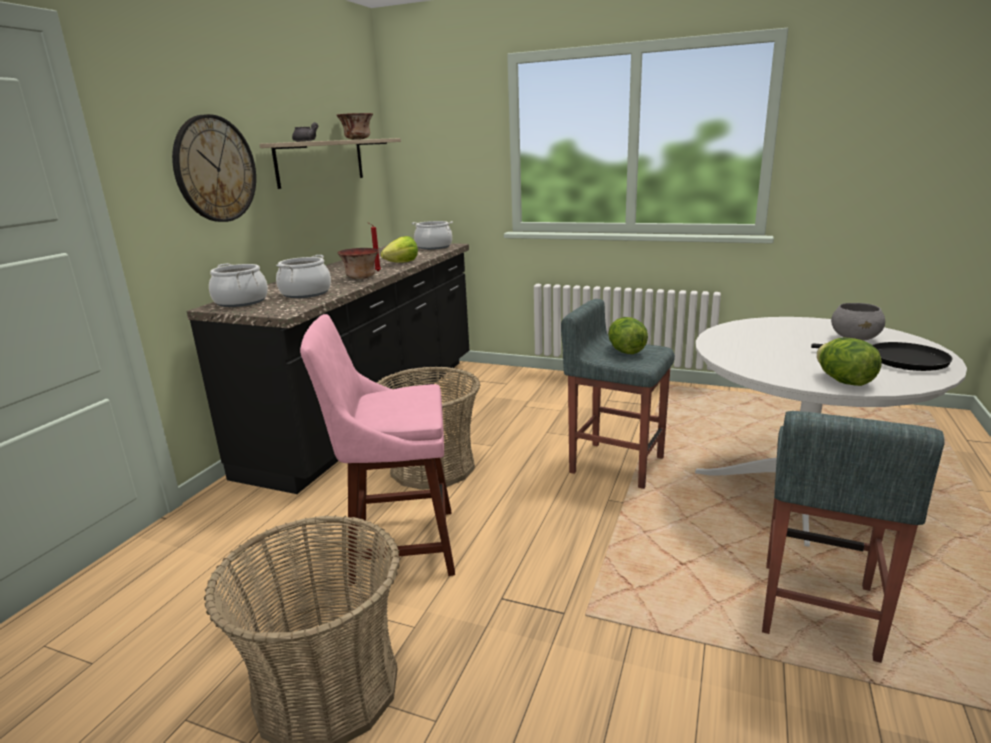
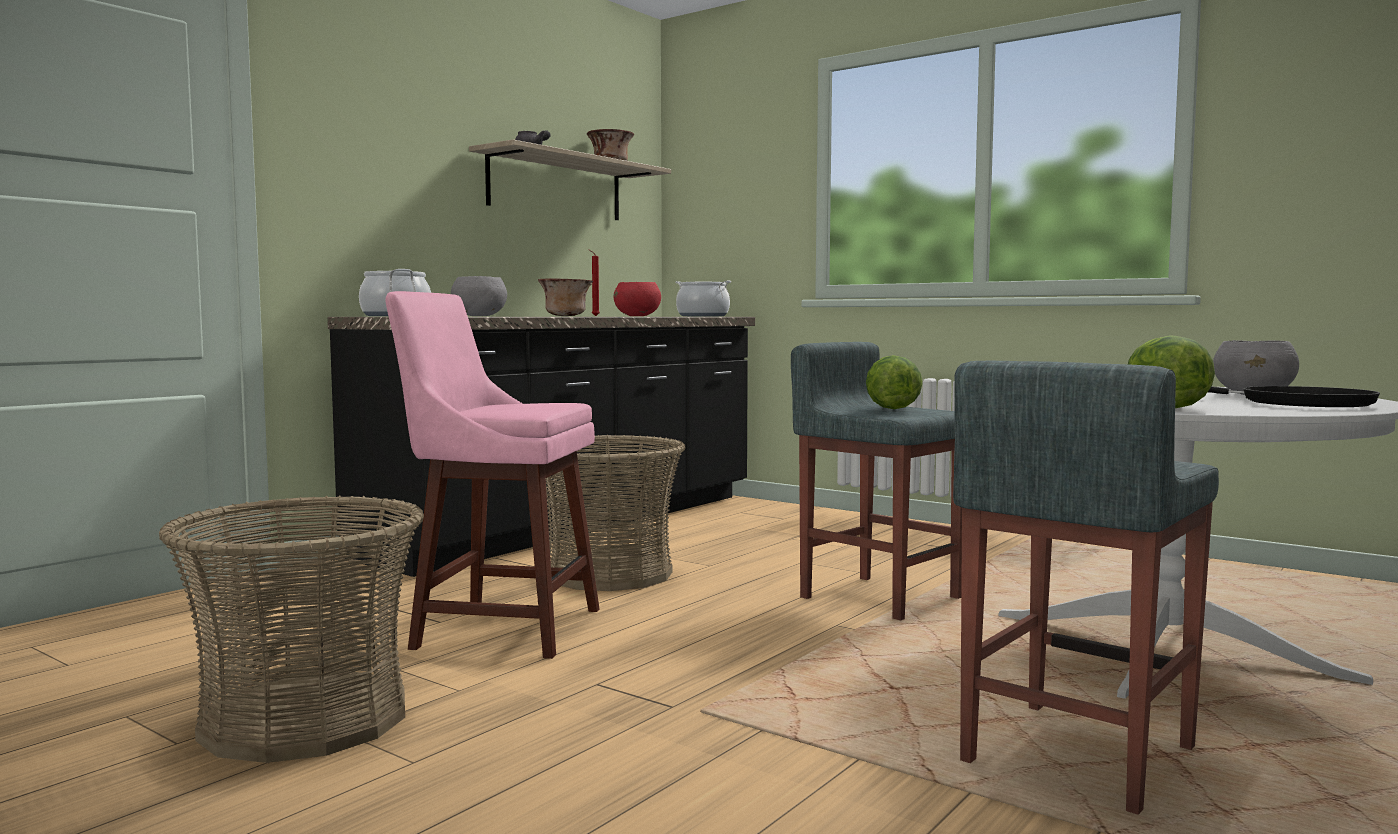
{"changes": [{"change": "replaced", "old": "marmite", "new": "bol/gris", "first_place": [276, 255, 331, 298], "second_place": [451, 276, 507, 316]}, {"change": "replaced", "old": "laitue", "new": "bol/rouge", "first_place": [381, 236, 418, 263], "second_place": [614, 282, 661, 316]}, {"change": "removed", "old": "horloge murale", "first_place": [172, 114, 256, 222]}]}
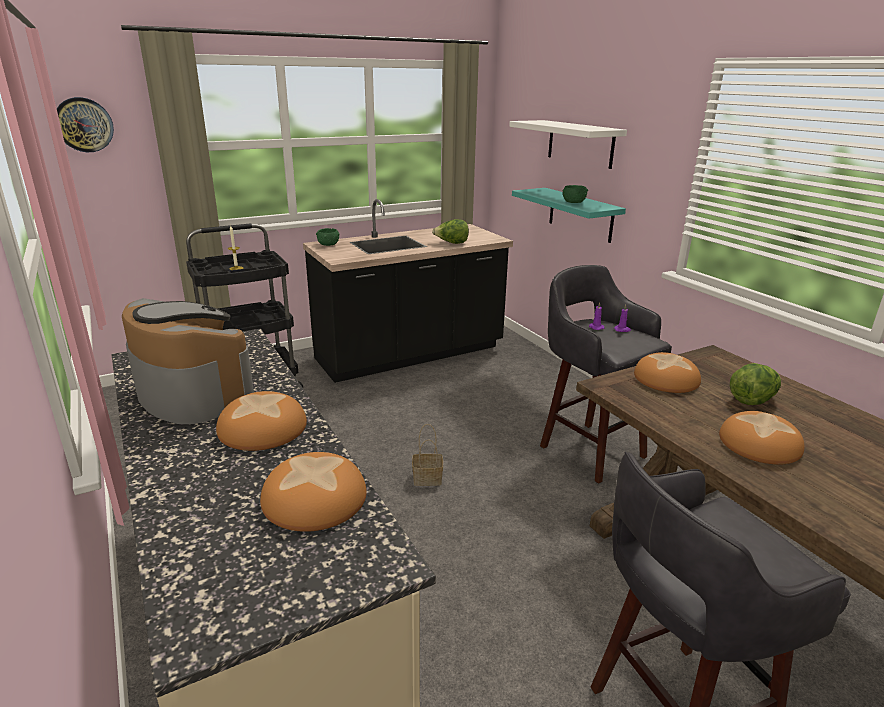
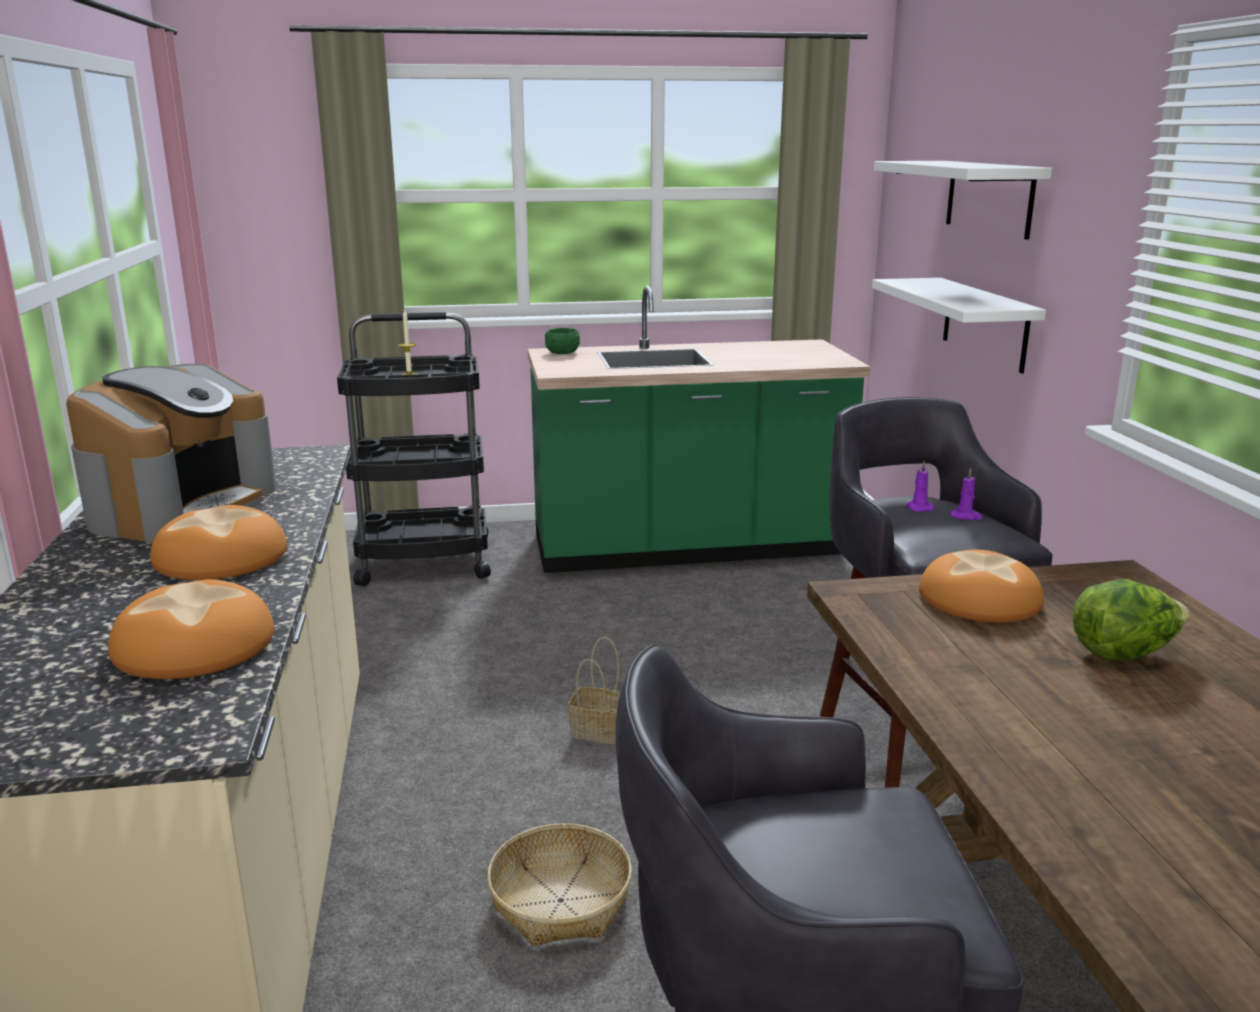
{"changes": [{"change": "turned", "old": "machine à café", "first_place": [122, 298, 254, 424], "second_place": [66, 364, 277, 543], "degrees": 45}, {"change": "added", "new": "panier", "second_place": [487, 823, 632, 946]}, {"change": "recoloured", "old": "comptoir de cuisine/noir", "new": "comptoir de cuisine/vert", "first_place": [303, 199, 513, 383], "second_place": [528, 286, 870, 573]}, {"change": "recoloured", "old": "étagère/turquoise", "new": "étagère/blanc", "first_place": [512, 188, 626, 243], "second_place": [872, 278, 1046, 373]}, {"change": "removed", "old": "horloge murale", "first_place": [57, 97, 114, 152]}, {"change": "removed", "old": "laitue", "first_place": [432, 219, 469, 244]}, {"change": "removed", "old": "bol/vert", "first_place": [563, 185, 588, 203]}, {"change": "removed", "old": "pain", "first_place": [719, 411, 804, 465]}]}
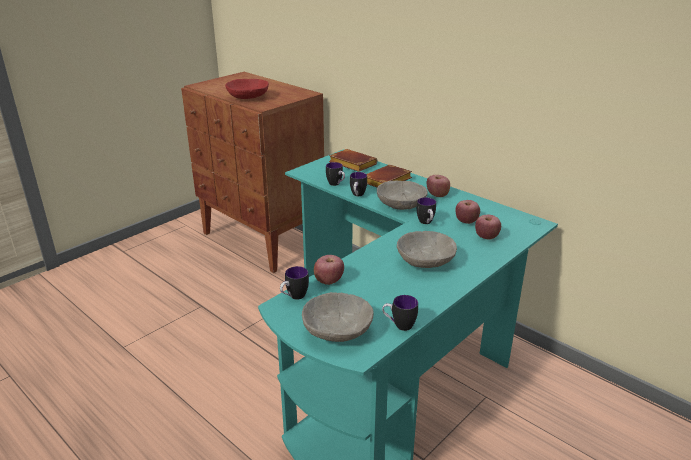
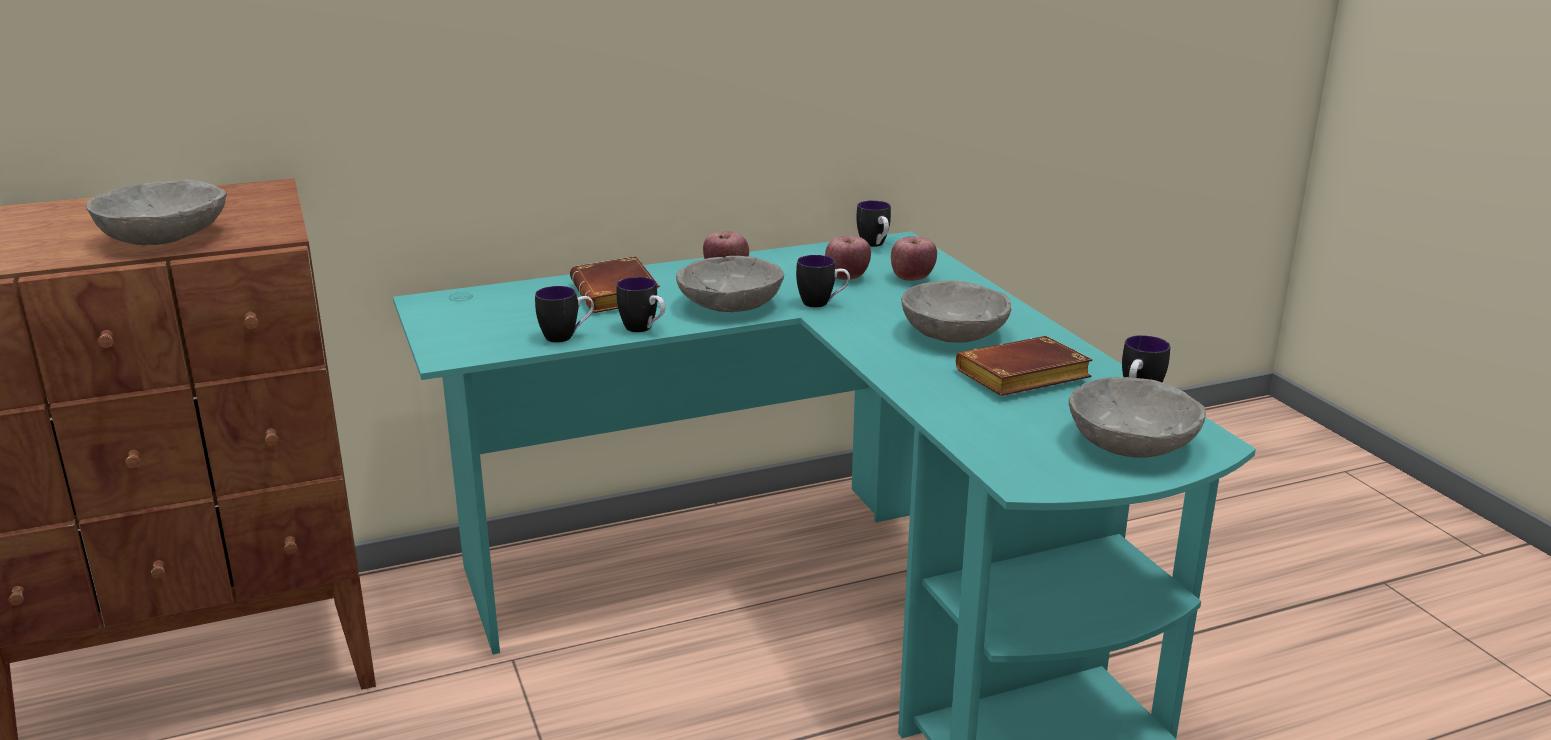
{"changes": [{"change": "recoloured", "old": "bol/rouge", "new": "bol/gris", "first_place": [225, 79, 269, 99], "second_place": [86, 180, 227, 245]}, {"change": "moved", "old": "mug", "first_place": [280, 266, 309, 300], "second_place": [856, 200, 891, 247]}, {"change": "moved", "old": "livre/marron", "first_place": [329, 149, 377, 172], "second_place": [956, 336, 1093, 396]}, {"change": "removed", "old": "pomme", "first_place": [314, 255, 344, 285]}]}
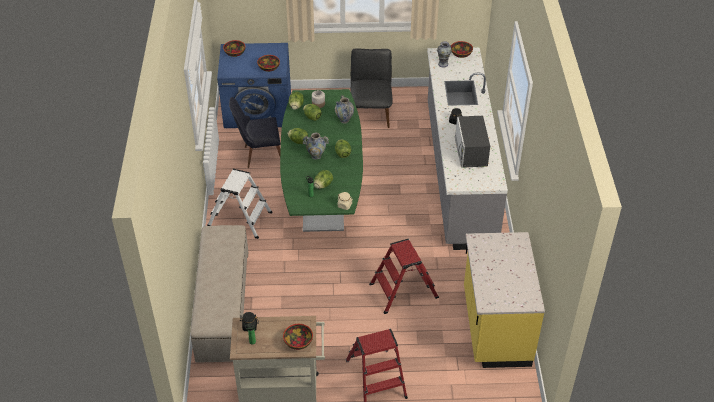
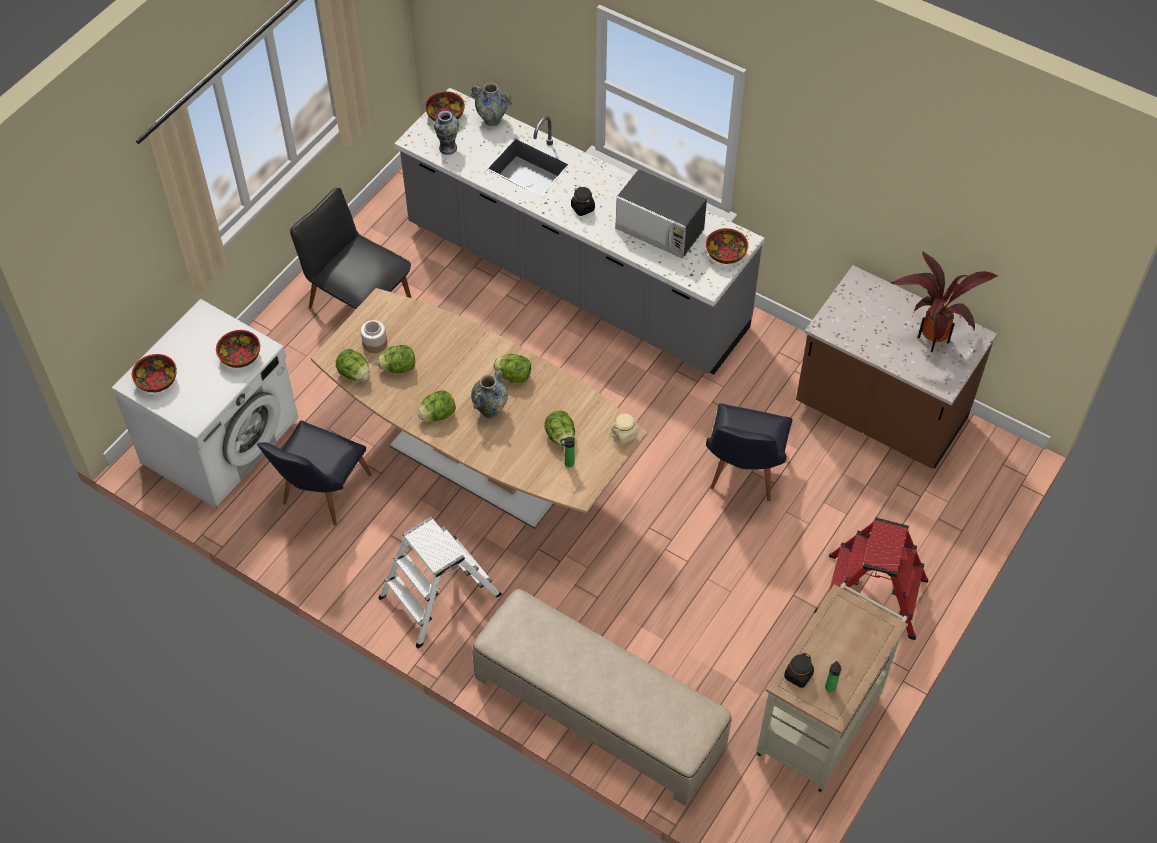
{"changes": [{"change": "recoloured", "old": "lave-linge/bleu", "new": "lave-linge/blanc", "first_place": [217, 43, 291, 128], "second_place": [112, 299, 298, 508]}, {"change": "recoloured", "old": "table à manger/vert", "new": "table à manger/marron", "first_place": [280, 89, 363, 232], "second_place": [311, 288, 647, 529]}, {"change": "moved", "old": "vase", "first_place": [335, 95, 354, 124], "second_place": [471, 82, 512, 126]}, {"change": "moved", "old": "bol", "first_place": [283, 324, 313, 350], "second_place": [706, 228, 748, 264]}, {"change": "replaced", "old": "escabeau/rouge", "new": "chaise/noir", "first_place": [369, 238, 439, 314], "second_place": [706, 403, 792, 501]}, {"change": "recoloured", "old": "comptoir de cuisine/jaune", "new": "comptoir de cuisine/marron", "first_place": [464, 232, 545, 368], "second_place": [796, 265, 997, 469]}, {"change": "added", "new": "plante en pot", "second_place": [890, 252, 999, 352]}]}
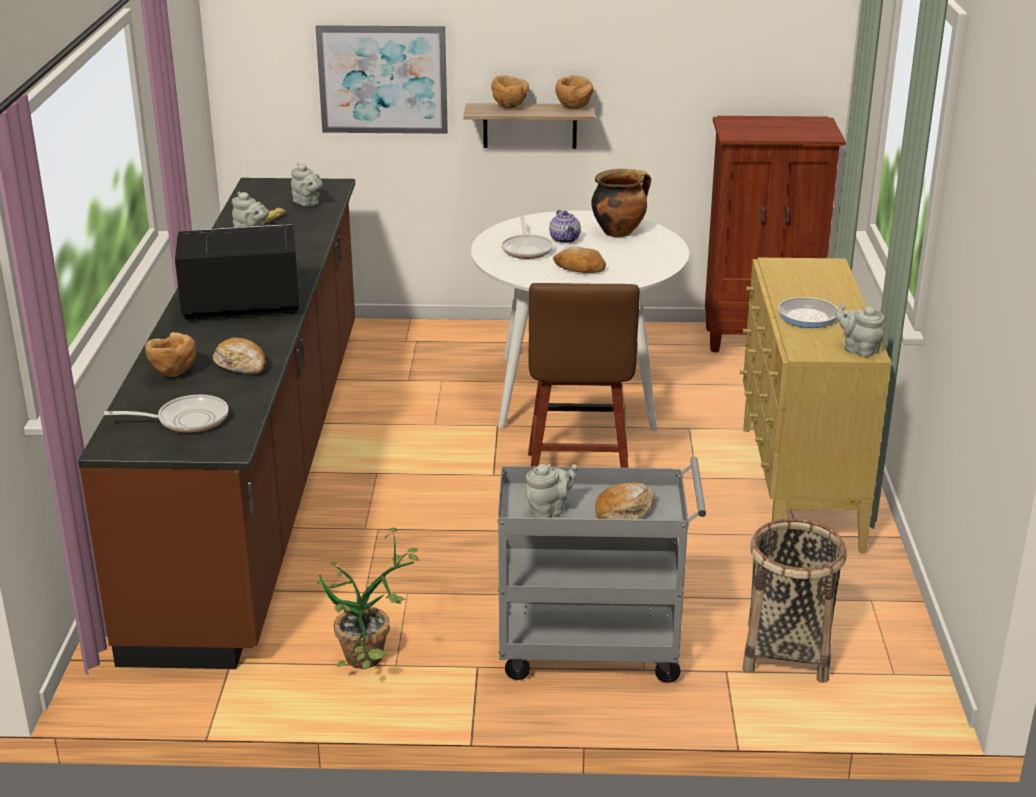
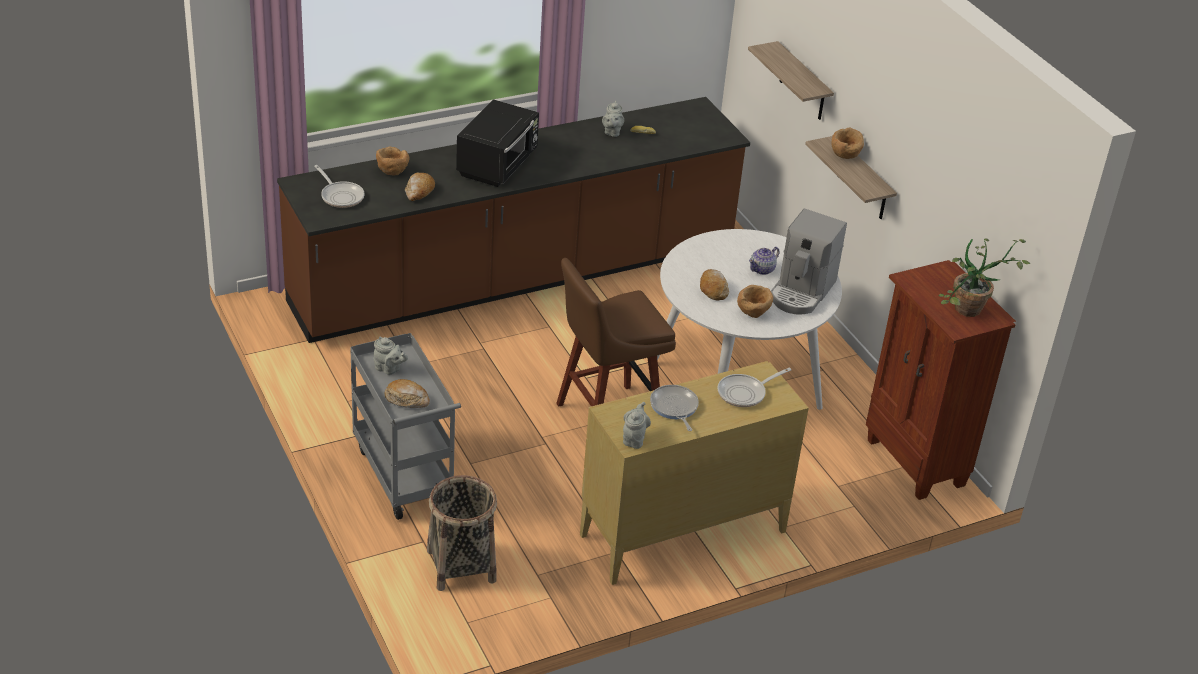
{"changes": [{"change": "turned", "old": "micro-ondes/noir", "first_place": [175, 225, 300, 321], "second_place": [456, 99, 539, 187], "degrees": 60}, {"change": "moved", "old": "poêle", "first_place": [502, 216, 553, 259], "second_place": [718, 368, 791, 407]}, {"change": "moved", "old": "bol/marron", "first_place": [556, 75, 594, 109], "second_place": [737, 285, 773, 318]}, {"change": "replaced", "old": "tableau", "new": "étagère", "first_place": [316, 25, 448, 134], "second_place": [748, 41, 834, 120]}, {"change": "replaced", "old": "marmite", "new": "machine à café", "first_place": [591, 169, 651, 237], "second_place": [771, 208, 847, 315]}, {"change": "moved", "old": "plante en pot", "first_place": [317, 528, 419, 669], "second_place": [938, 239, 1030, 317]}, {"change": "removed", "old": "théière/gris", "first_place": [291, 163, 323, 206]}]}
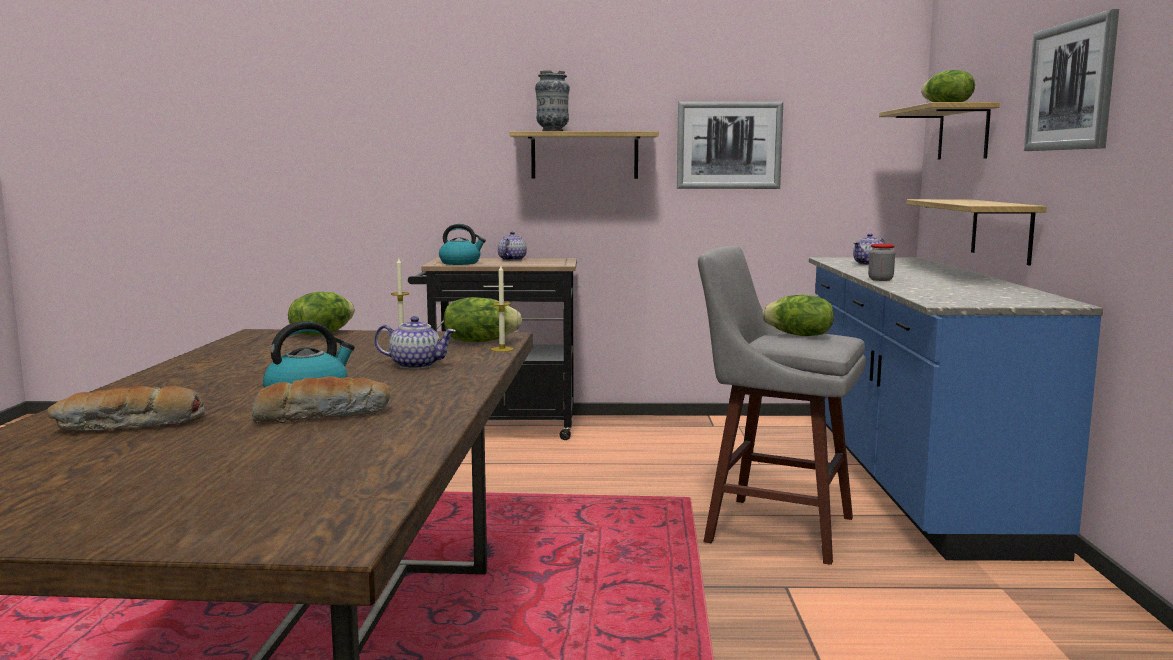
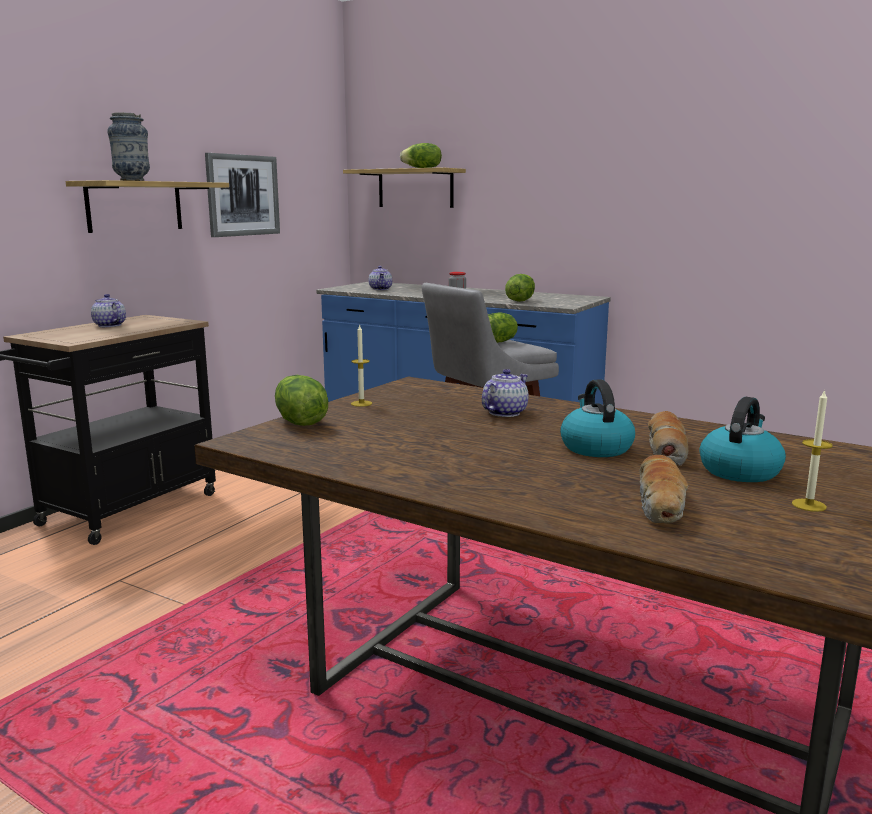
{"changes": [{"change": "moved", "old": "laitue", "first_place": [443, 297, 522, 342], "second_place": [505, 274, 535, 302]}, {"change": "moved", "old": "bouilloire", "first_place": [439, 224, 486, 265], "second_place": [700, 397, 786, 482]}, {"change": "moved", "old": "bougie", "first_place": [491, 266, 514, 352], "second_place": [792, 389, 833, 512]}, {"change": "removed", "old": "étagère", "first_place": [906, 199, 1047, 265]}, {"change": "removed", "old": "tableau", "first_place": [1024, 9, 1119, 151]}]}
